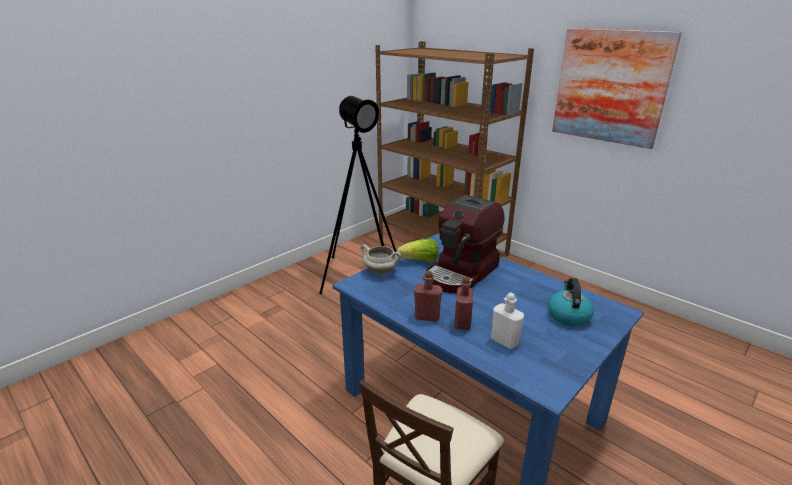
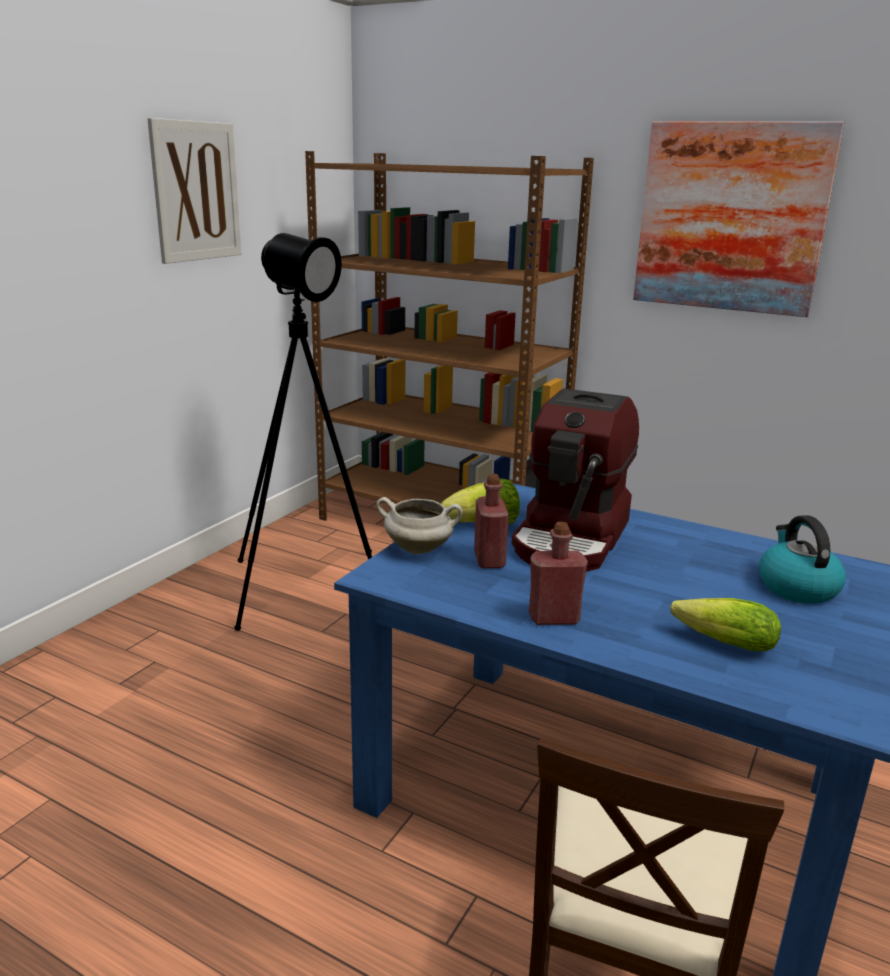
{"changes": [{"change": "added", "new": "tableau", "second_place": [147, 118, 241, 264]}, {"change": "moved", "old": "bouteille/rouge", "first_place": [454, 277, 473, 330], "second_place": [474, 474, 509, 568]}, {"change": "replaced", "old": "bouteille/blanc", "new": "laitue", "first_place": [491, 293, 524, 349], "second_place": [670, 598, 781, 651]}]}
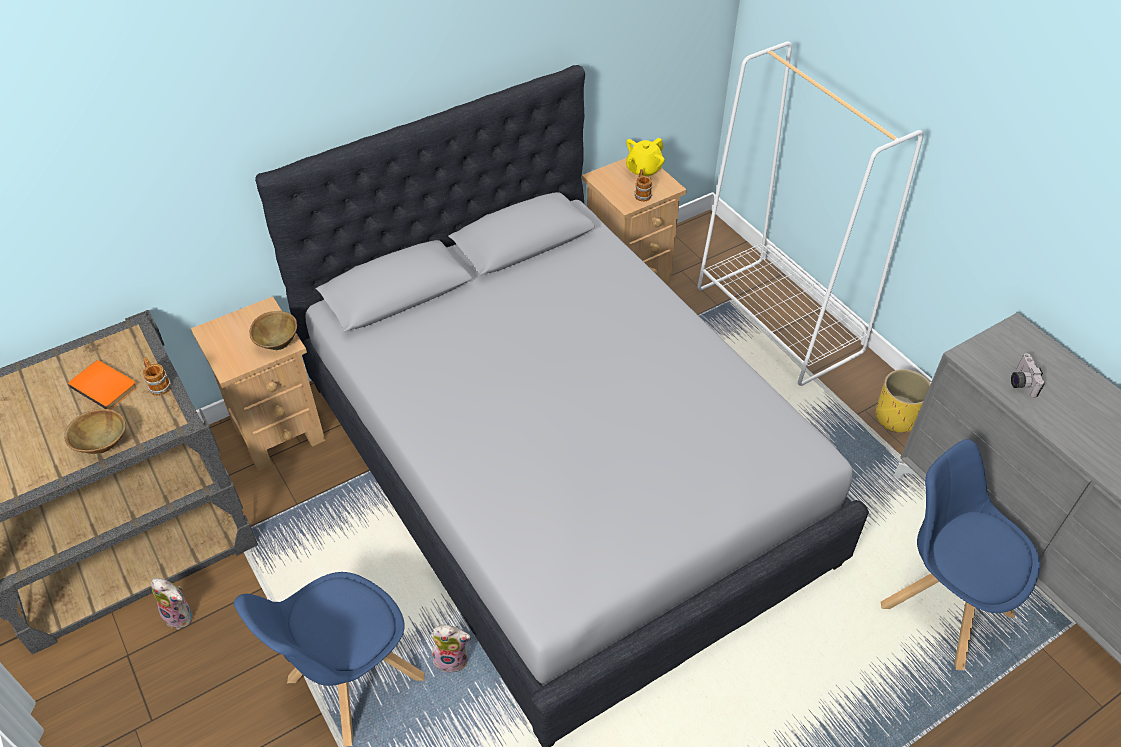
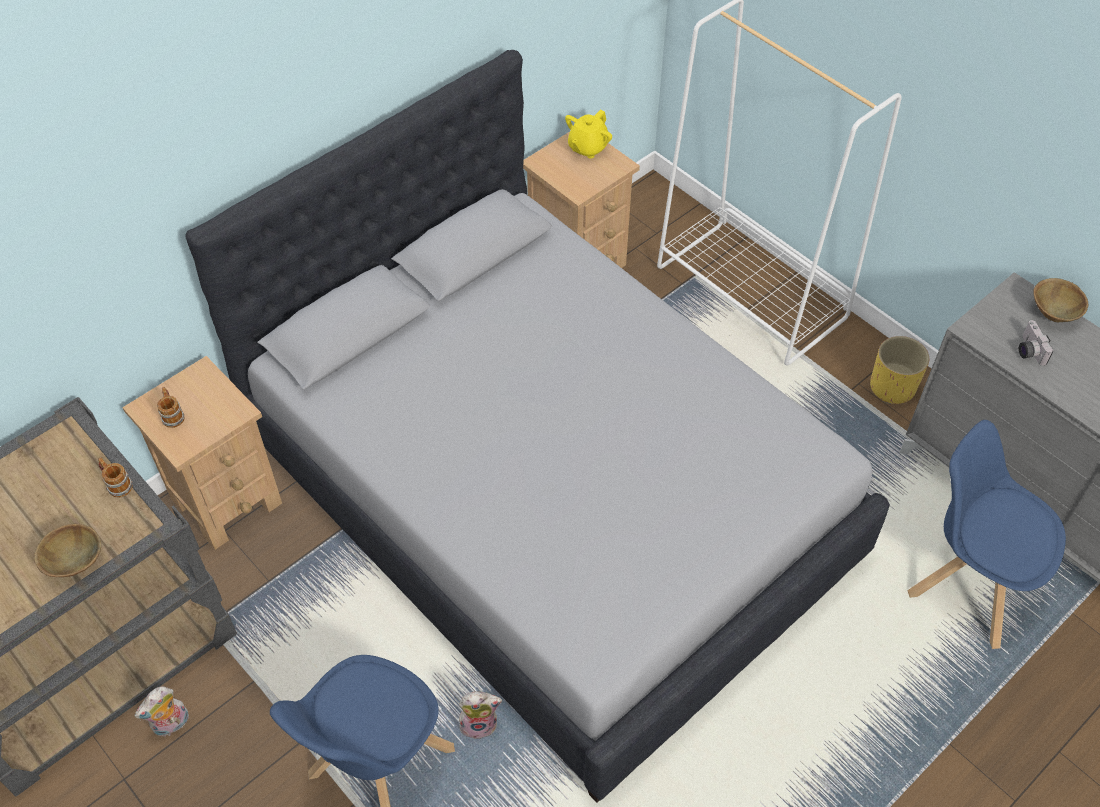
{"changes": [{"change": "turned", "old": "peluche", "first_place": [151, 578, 193, 630], "second_place": [135, 686, 189, 736], "degrees": 120}, {"change": "moved", "old": "mug", "first_place": [635, 169, 652, 202], "second_place": [157, 387, 184, 428]}, {"change": "moved", "old": "bol/marron", "first_place": [250, 311, 297, 350], "second_place": [1033, 278, 1088, 322]}, {"change": "removed", "old": "livre/orange", "first_place": [68, 360, 137, 409]}]}
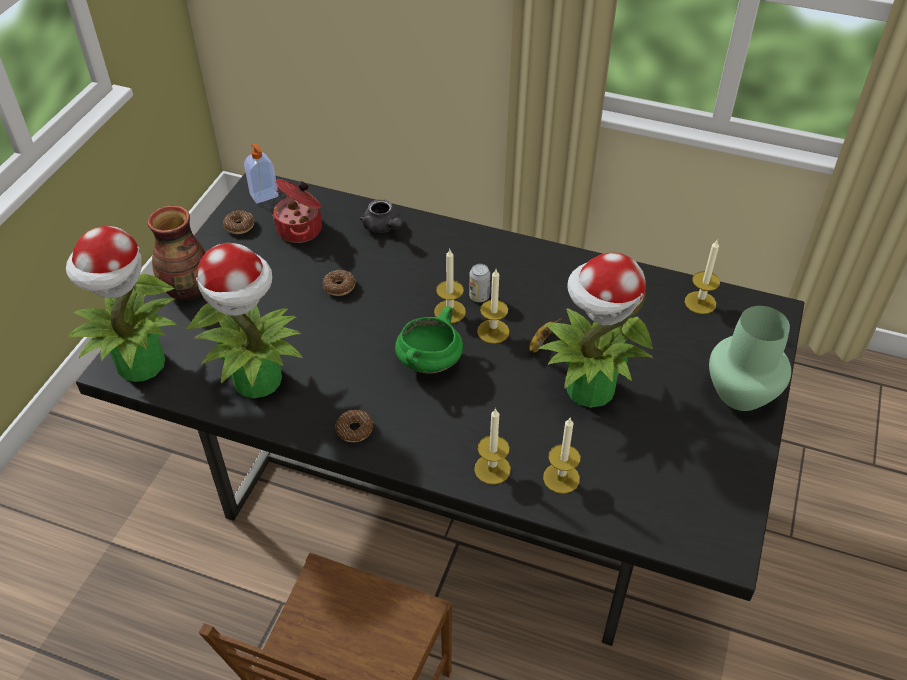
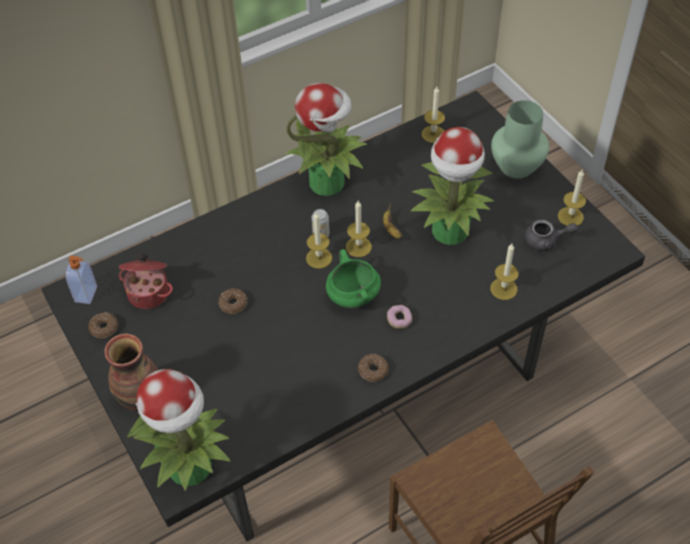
{"changes": [{"change": "moved", "old": "plante en pot", "first_place": [187, 243, 303, 398], "second_place": [285, 83, 368, 196]}, {"change": "added", "new": "beignet", "second_place": [387, 305, 412, 329]}, {"change": "moved", "old": "théière/gris", "first_place": [360, 199, 403, 233], "second_place": [524, 220, 578, 252]}, {"change": "moved", "old": "bougie", "first_place": [474, 408, 511, 485], "second_place": [558, 170, 586, 226]}]}
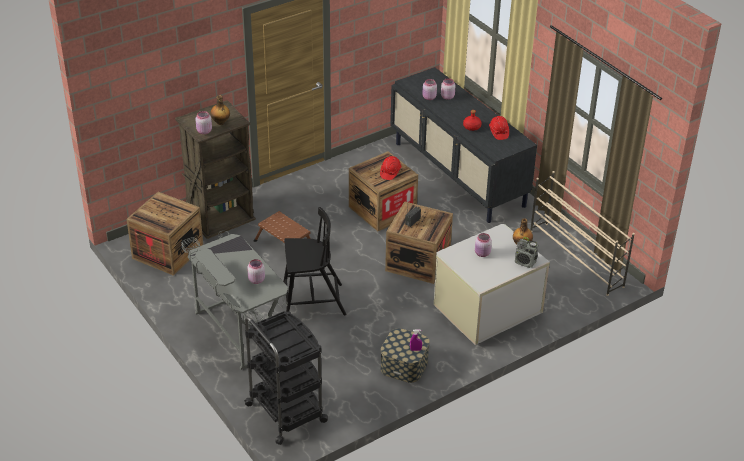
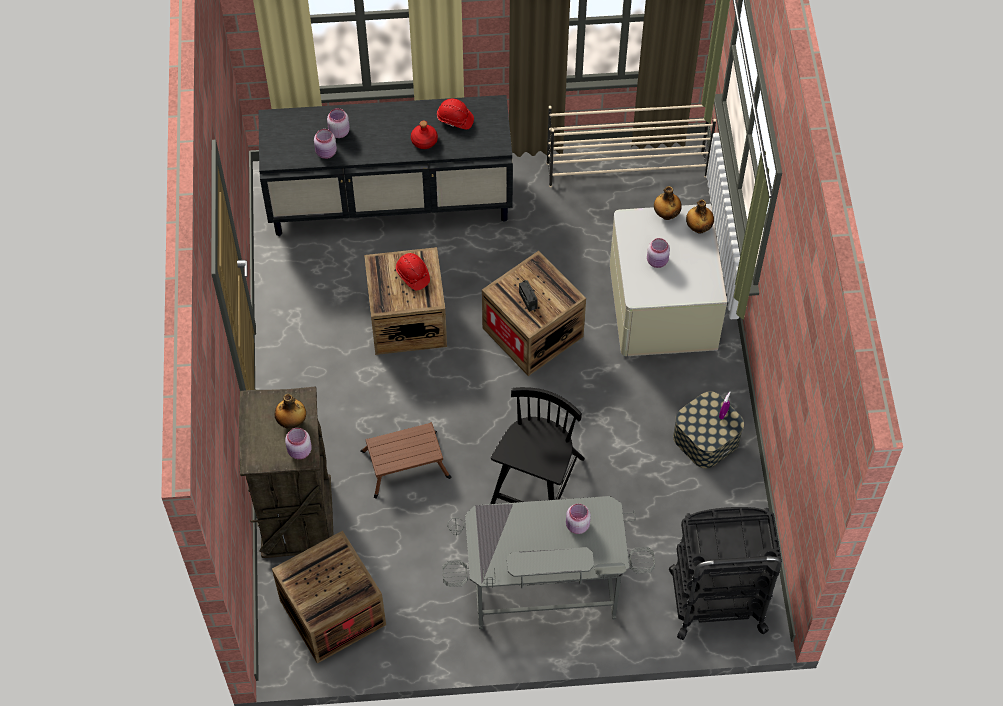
{"changes": [{"change": "replaced", "old": "radio", "new": "bouteille", "first_place": [515, 237, 538, 268], "second_place": [686, 199, 714, 234]}]}
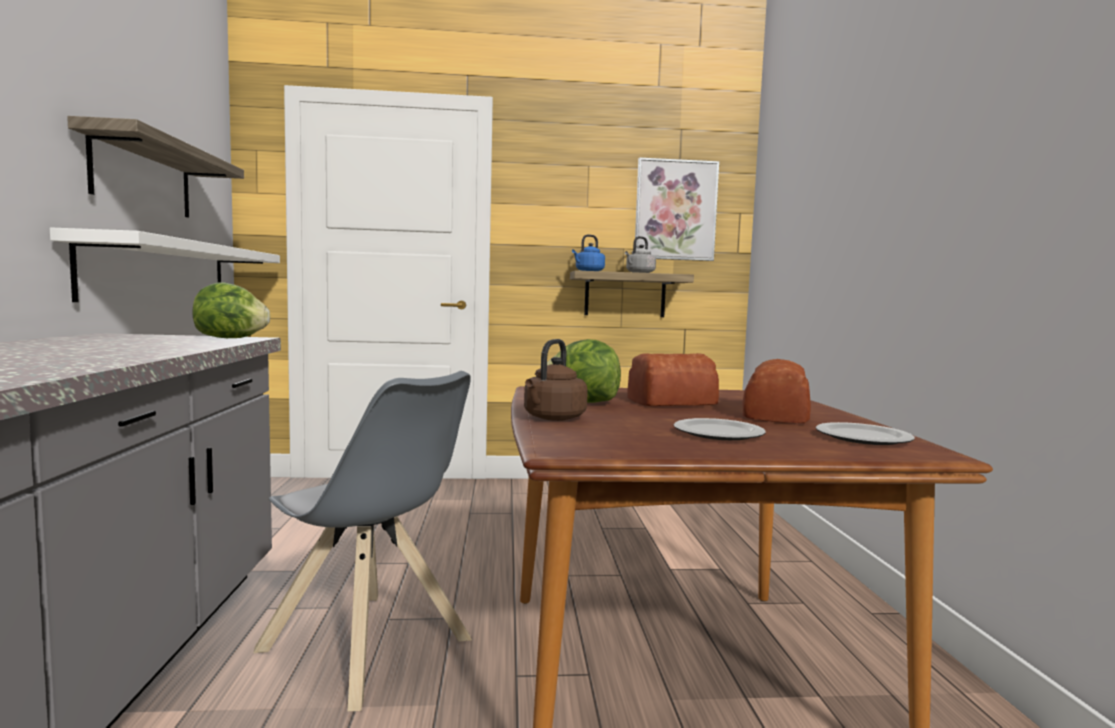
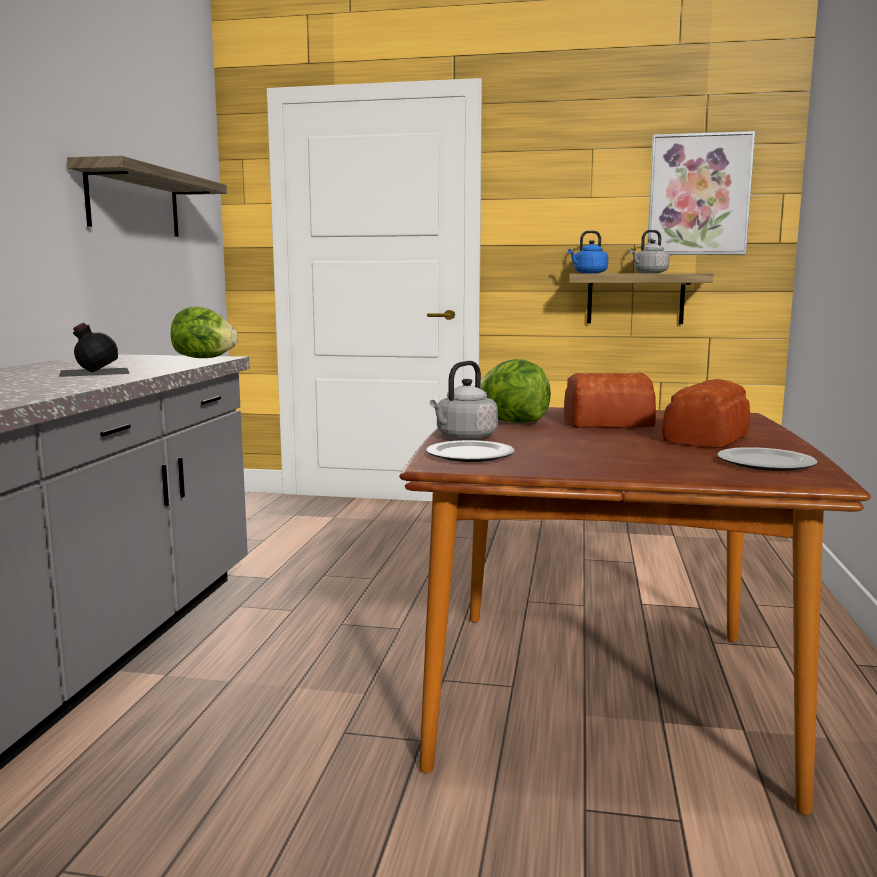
{"changes": [{"change": "added", "new": "bouteille/noir", "second_place": [59, 323, 130, 377]}, {"change": "moved", "old": "assiette", "first_place": [674, 418, 766, 440], "second_place": [426, 440, 515, 462]}, {"change": "recoloured", "old": "bouilloire/marron", "new": "bouilloire/gris", "first_place": [524, 339, 588, 421], "second_place": [430, 361, 498, 440]}, {"change": "removed", "old": "étagère/blanc", "first_place": [50, 228, 280, 302]}, {"change": "removed", "old": "chaise/gris", "first_place": [253, 371, 472, 711]}]}
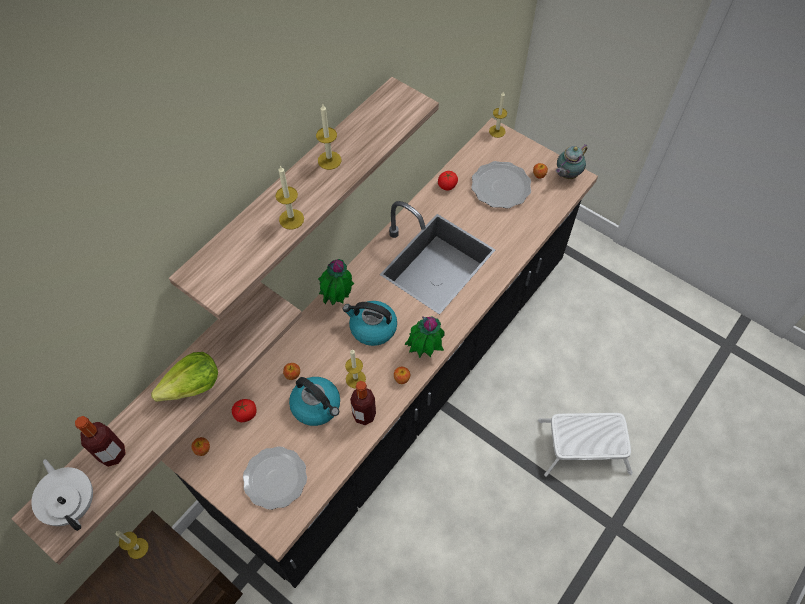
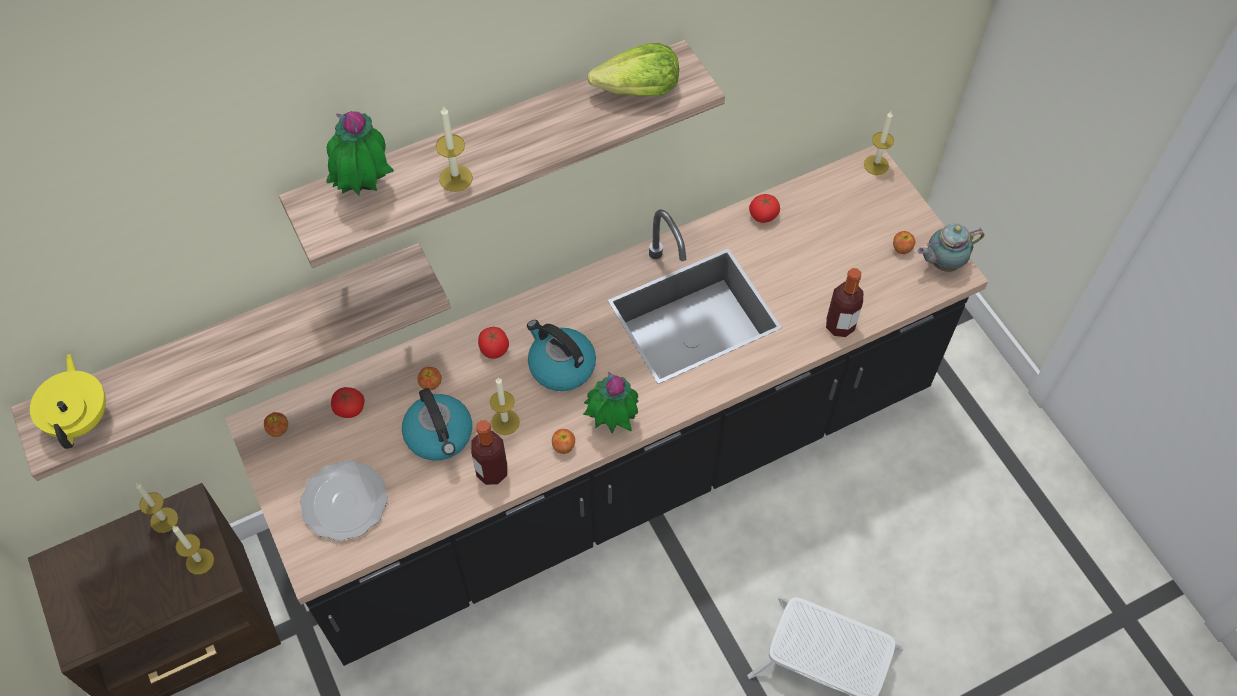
{"changes": [{"change": "recoloured", "old": "théière/blanc", "new": "théière/jaune", "first_place": [31, 459, 93, 531], "second_place": [30, 354, 106, 449]}, {"change": "moved", "old": "bougie", "first_place": [316, 105, 341, 170], "second_place": [172, 526, 214, 575]}, {"change": "moved", "old": "plante en pot", "first_place": [318, 259, 354, 306], "second_place": [326, 111, 394, 196]}, {"change": "added", "new": "tomate", "second_place": [478, 327, 509, 359]}, {"change": "moved", "old": "laitue", "first_place": [151, 352, 218, 402], "second_place": [587, 43, 679, 97]}, {"change": "moved", "old": "bouteille", "first_place": [75, 416, 126, 467], "second_place": [826, 268, 864, 337]}, {"change": "removed", "old": "assiette", "first_place": [471, 161, 531, 209]}]}
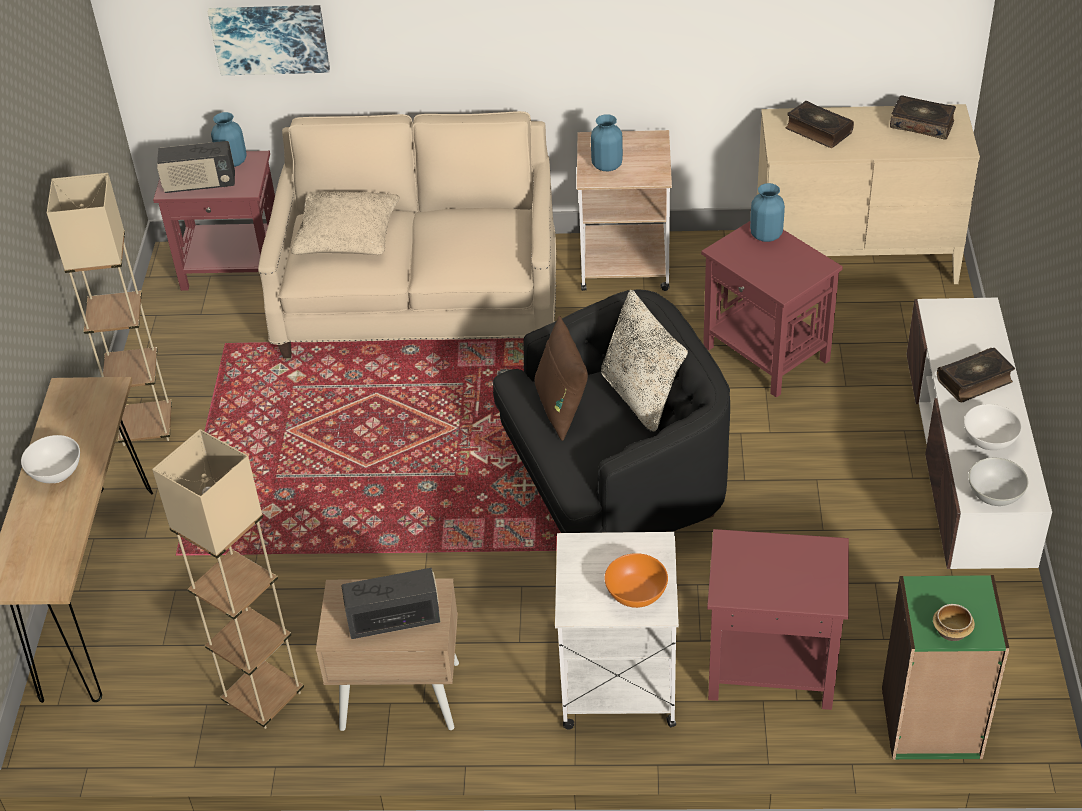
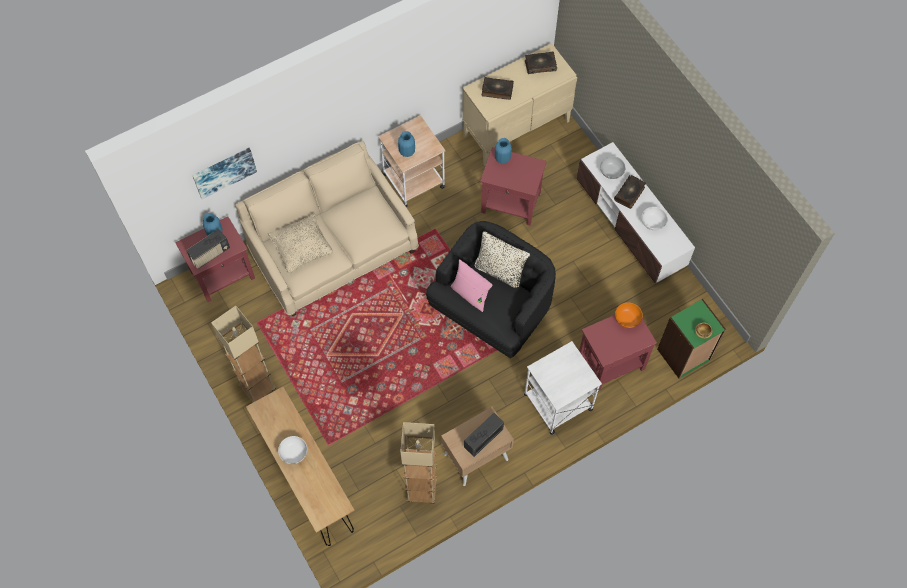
{"changes": [{"change": "recoloured", "old": "coussin/marron", "new": "coussin/rose", "first_place": [535, 316, 588, 441], "second_place": [450, 259, 492, 312]}, {"change": "moved", "old": "bol/blanc", "first_place": [969, 458, 1028, 506], "second_place": [600, 156, 626, 179]}, {"change": "moved", "old": "bol/orange", "first_place": [605, 553, 668, 608], "second_place": [615, 302, 643, 328]}]}
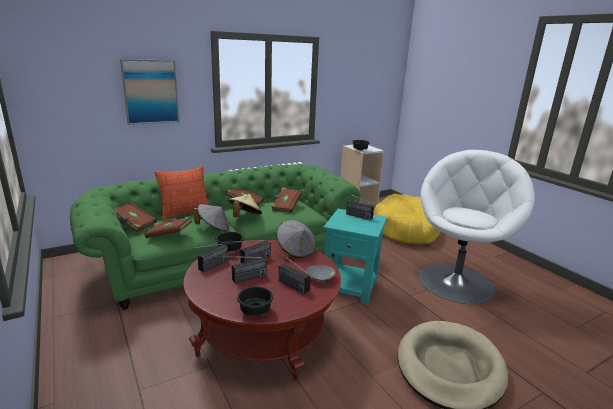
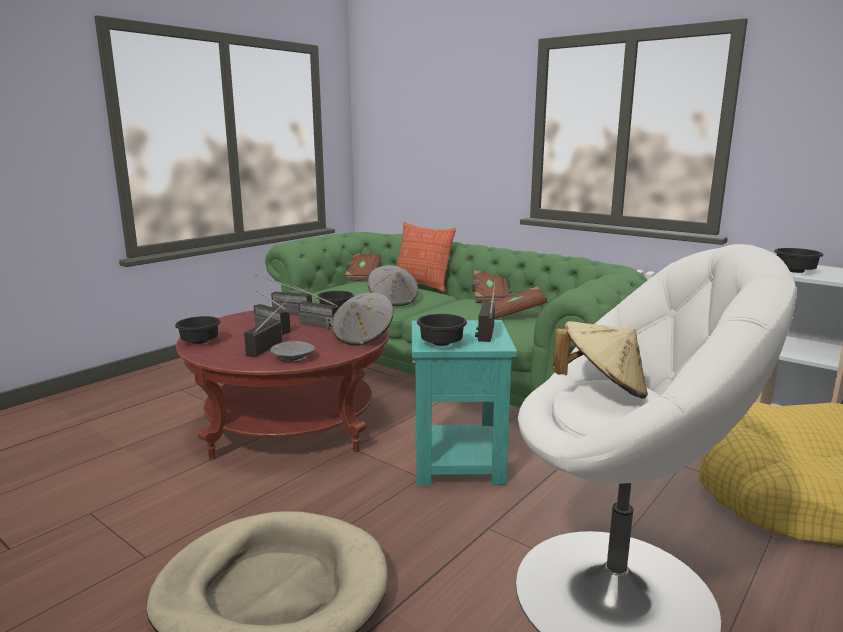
{"changes": [{"change": "added", "new": "bol/noir", "second_place": [417, 314, 467, 346]}, {"change": "moved", "old": "chapeau/beige", "first_place": [228, 194, 262, 218], "second_place": [553, 321, 648, 399]}, {"change": "removed", "old": "tableau", "first_place": [120, 59, 179, 125]}, {"change": "removed", "old": "livre/marron", "first_place": [144, 216, 192, 238]}]}
